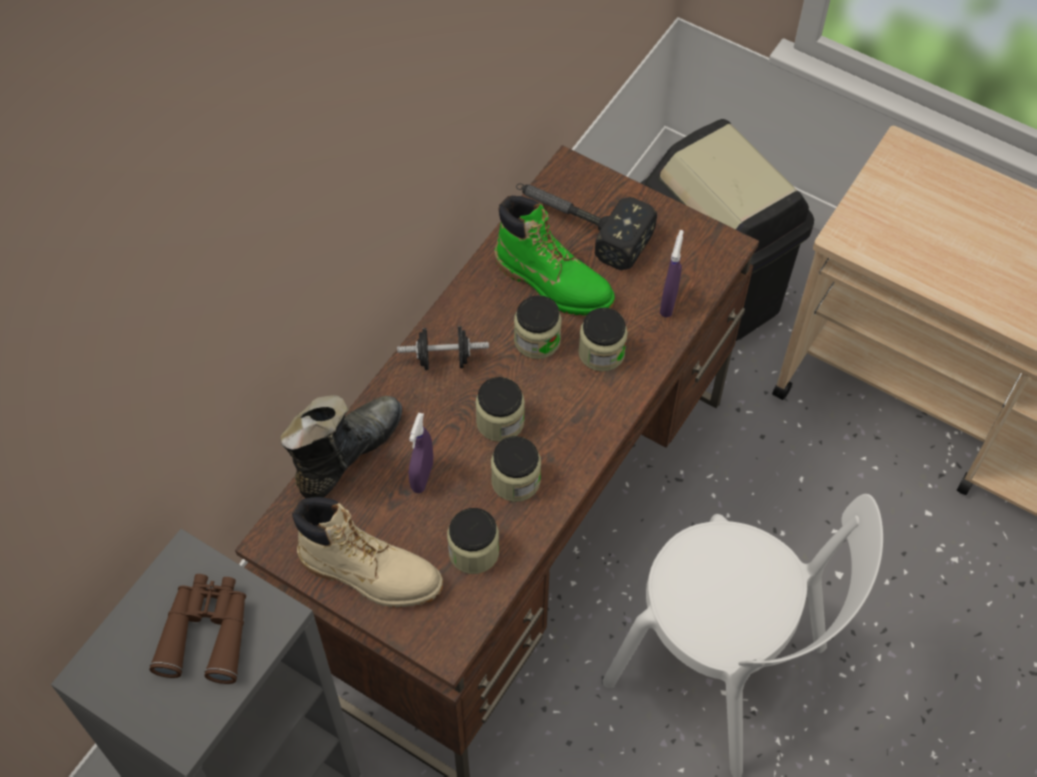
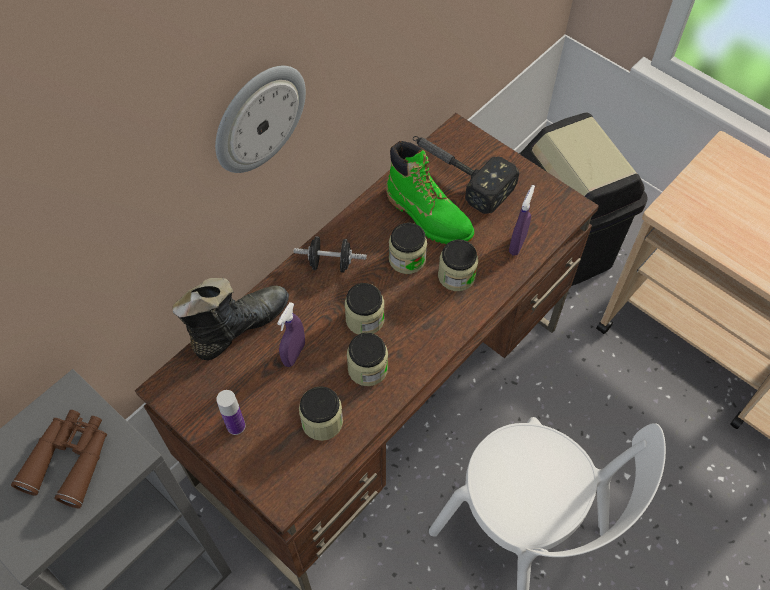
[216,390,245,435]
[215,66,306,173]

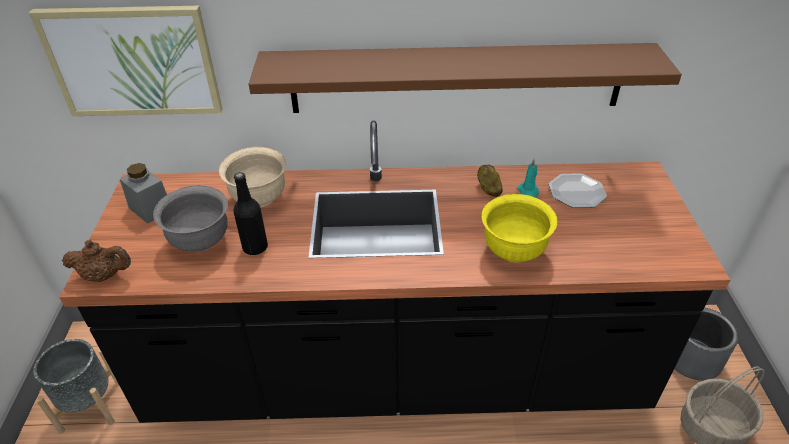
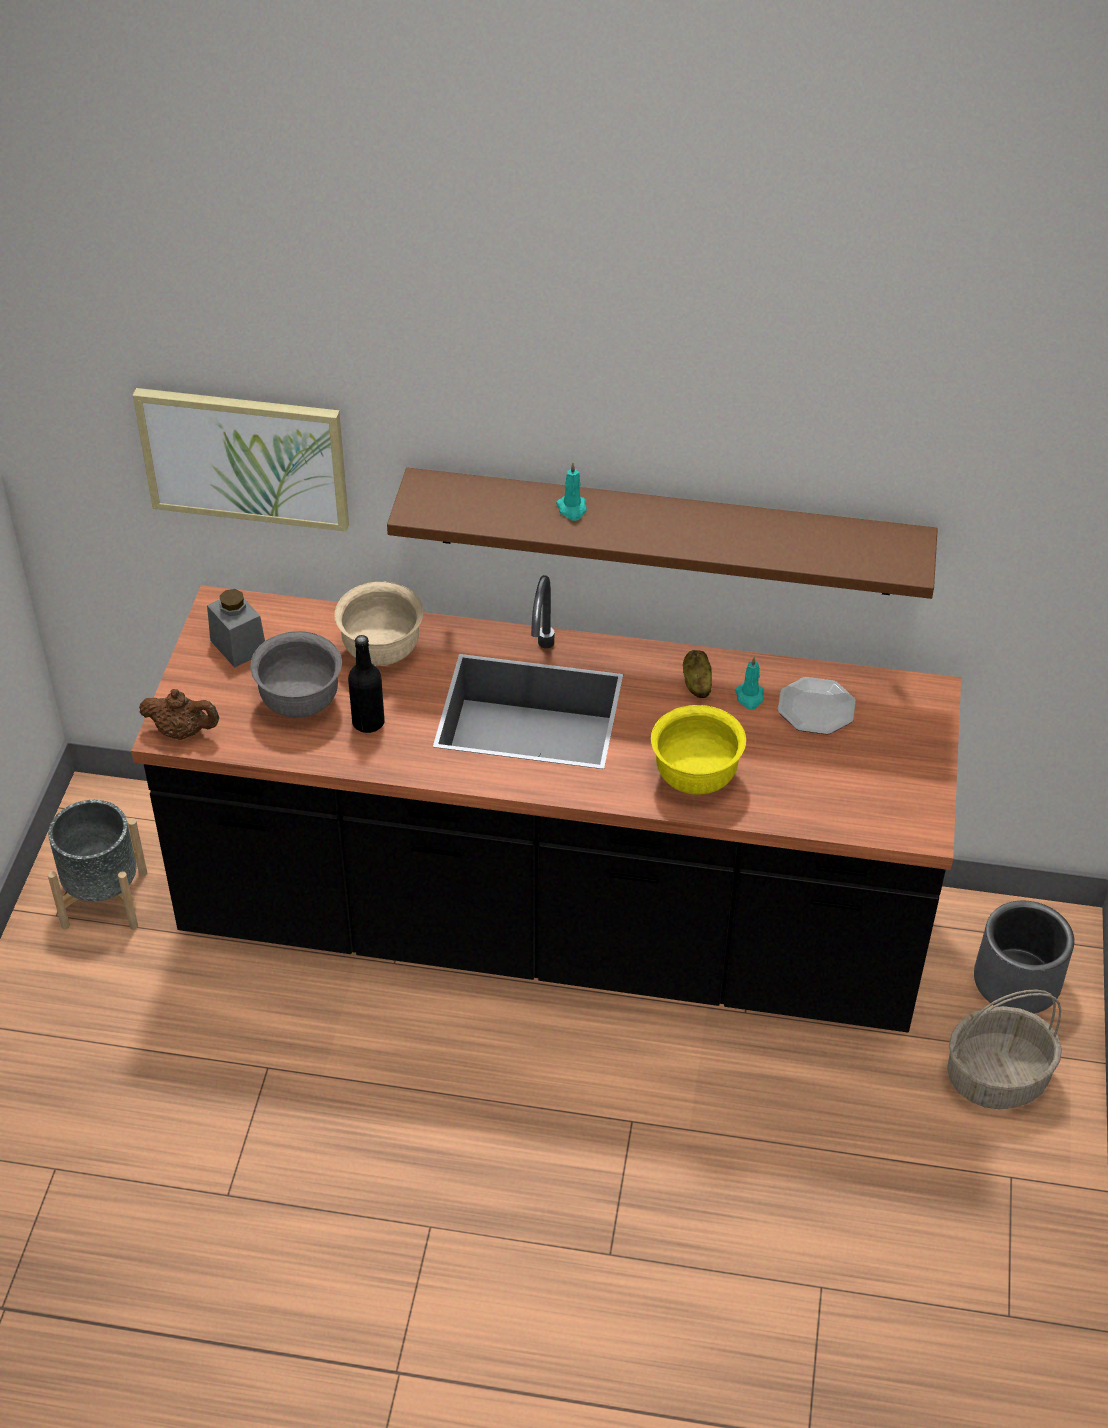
[556,463,587,521]

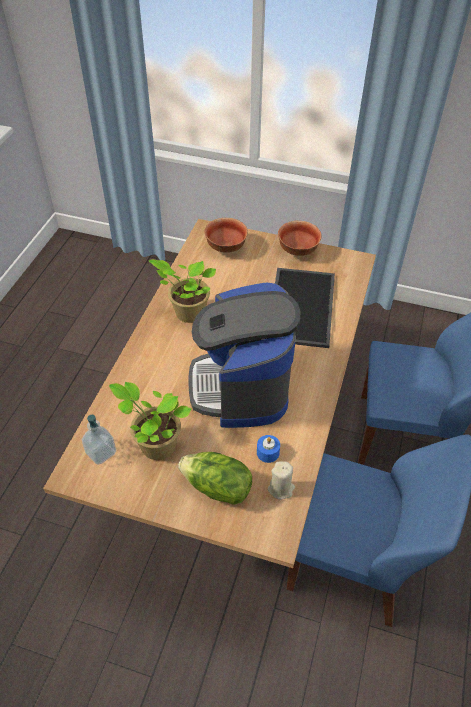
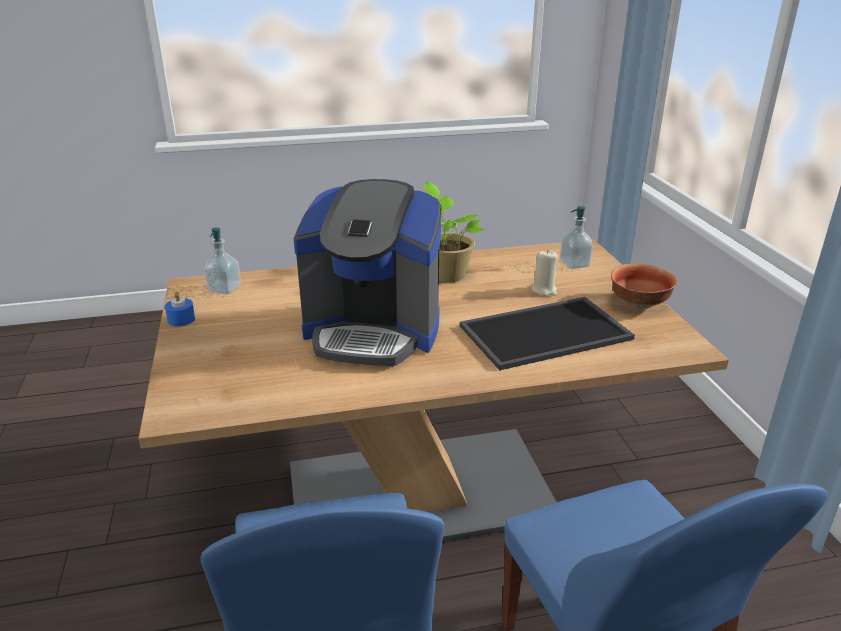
[560,206,593,269]
[294,179,441,366]
[109,382,192,460] (first image)
[165,291,195,326]
[178,452,252,505] (first image)
[532,250,558,296]

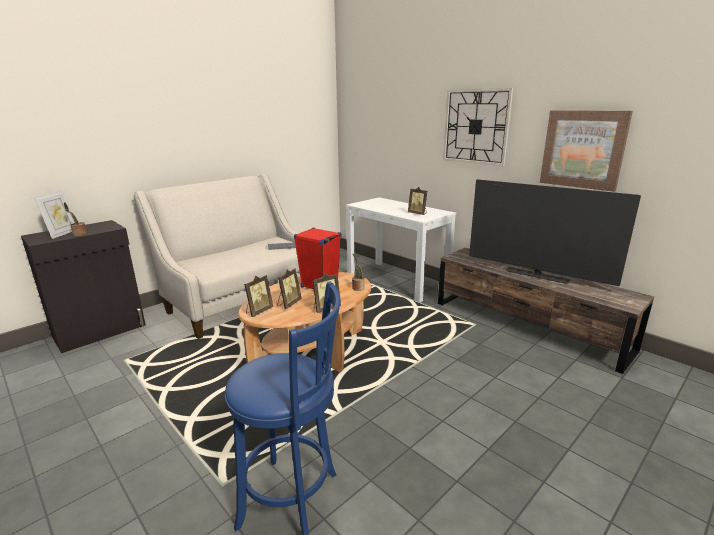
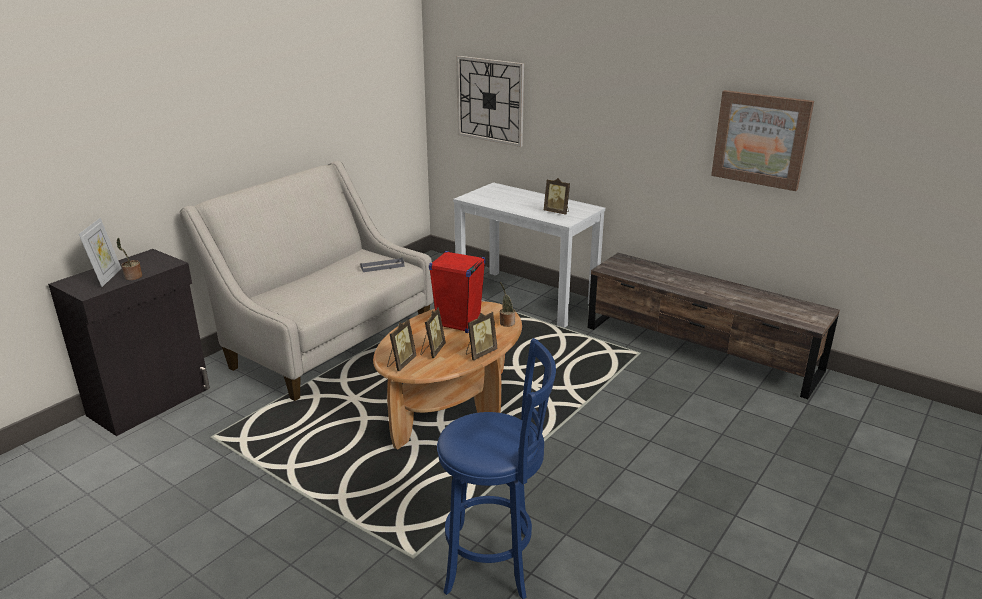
[456,56,524,147]
[469,179,641,286] (first image)

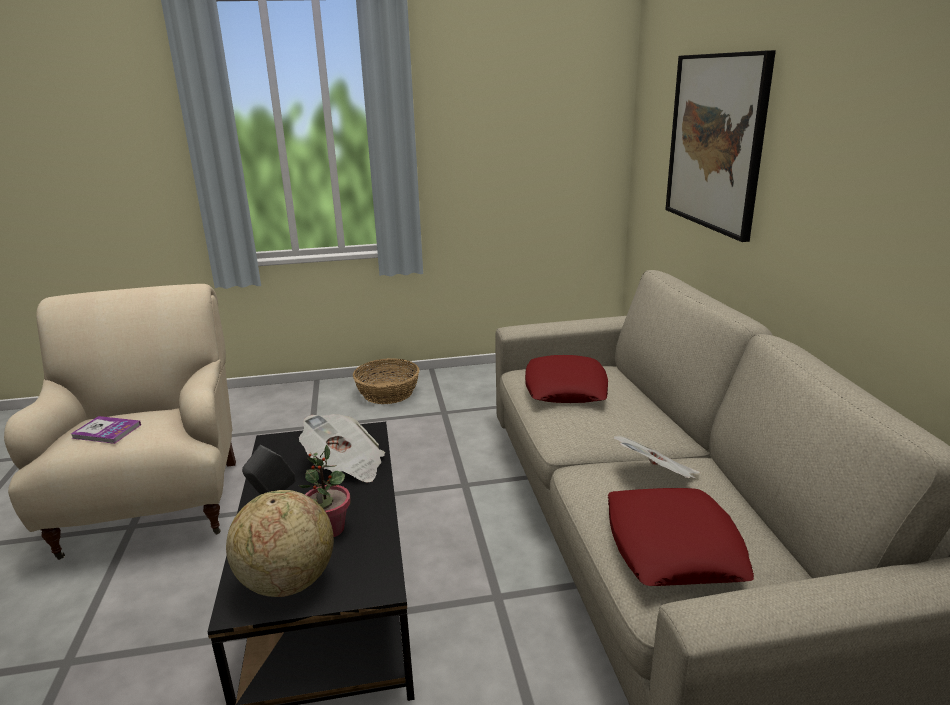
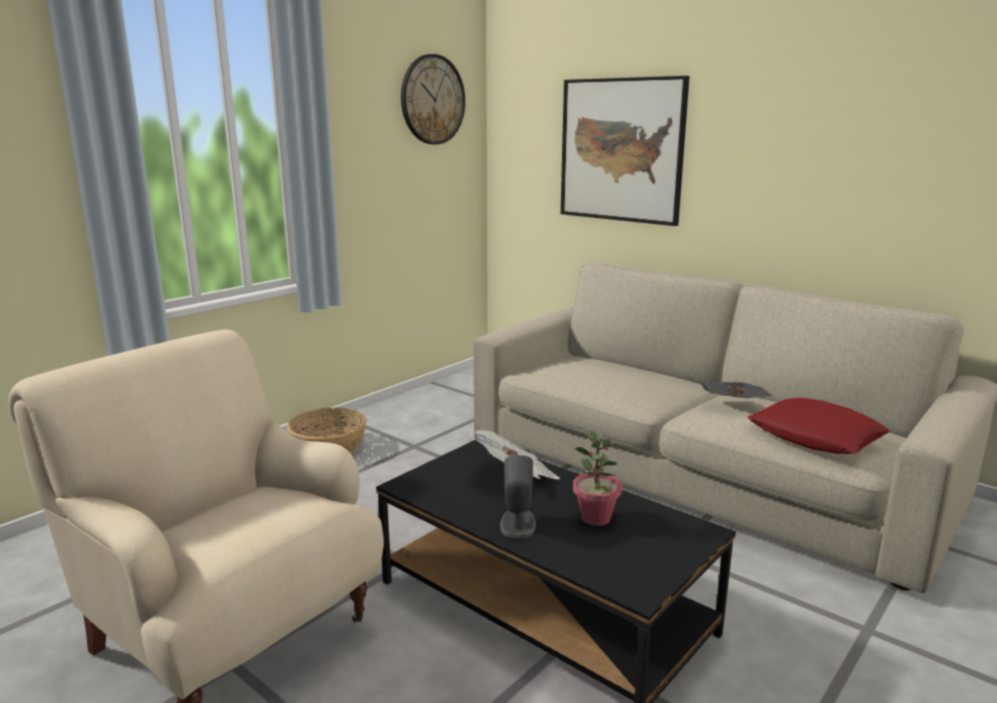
[525,355,608,403] (first image)
[71,416,141,444] (first image)
[226,490,334,597] (first image)
[401,54,465,145]

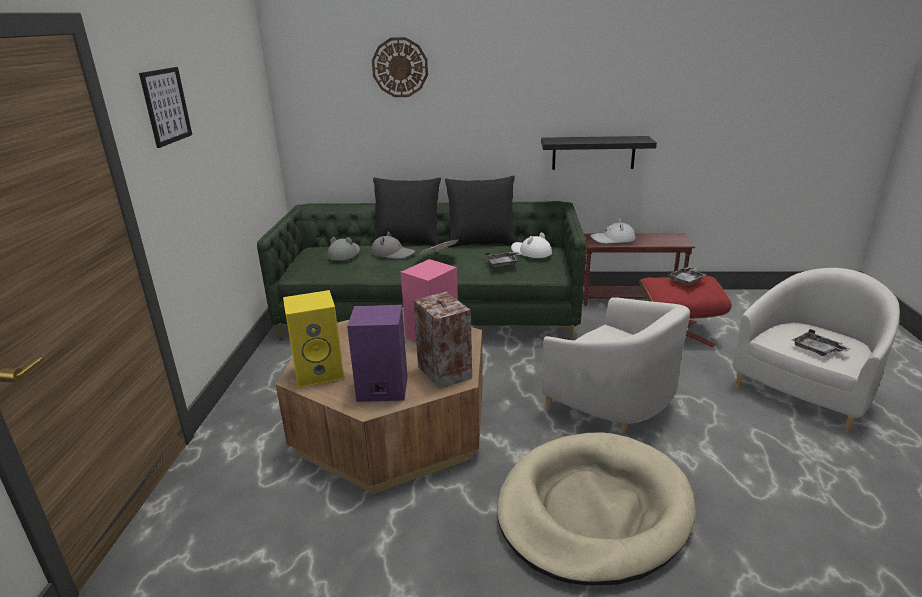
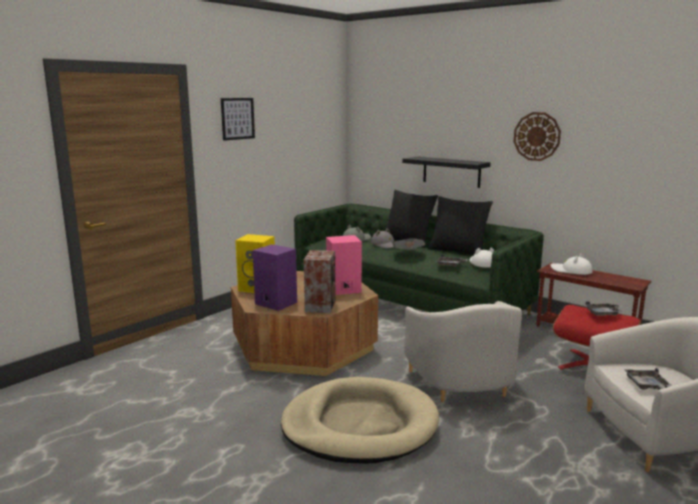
[514,112,561,161]
[402,157,491,188]

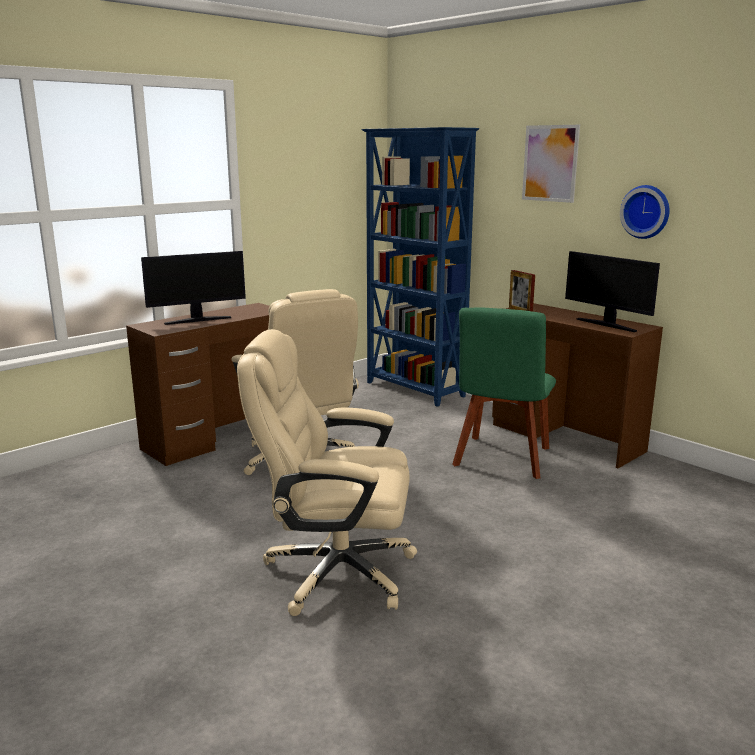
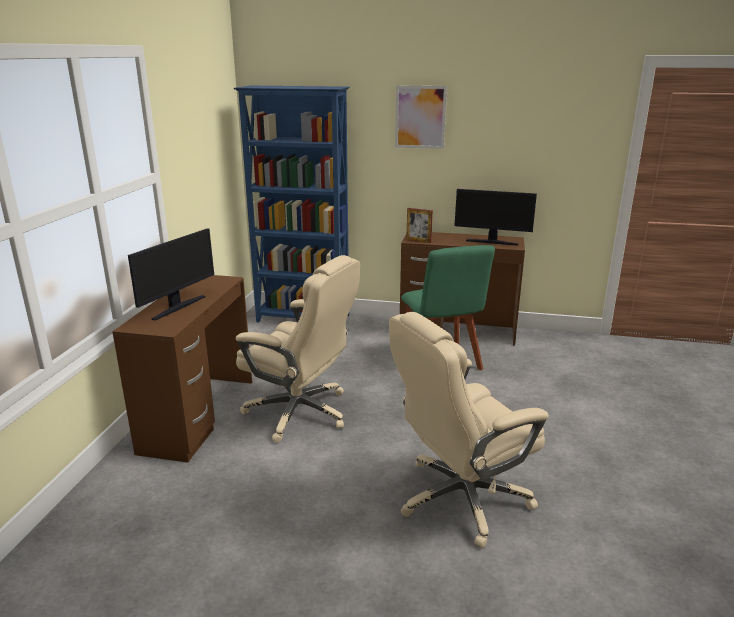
[620,185,670,239] (first image)

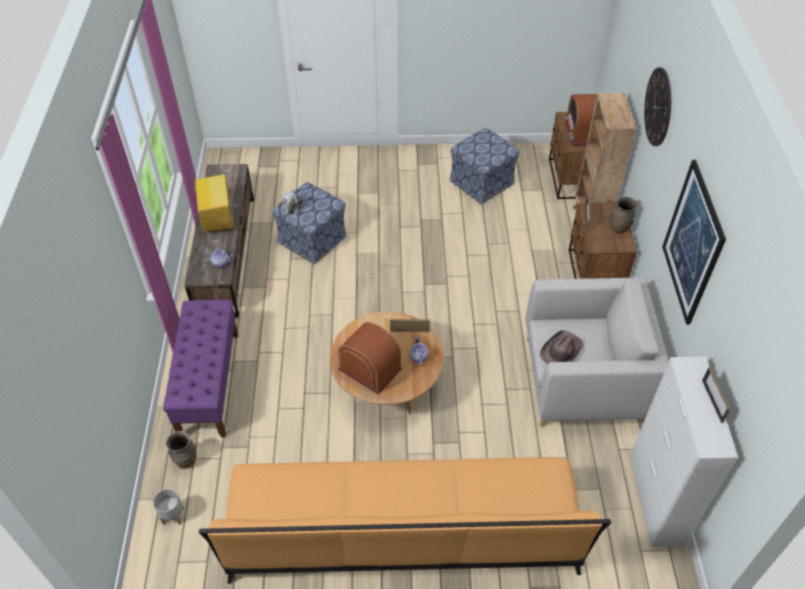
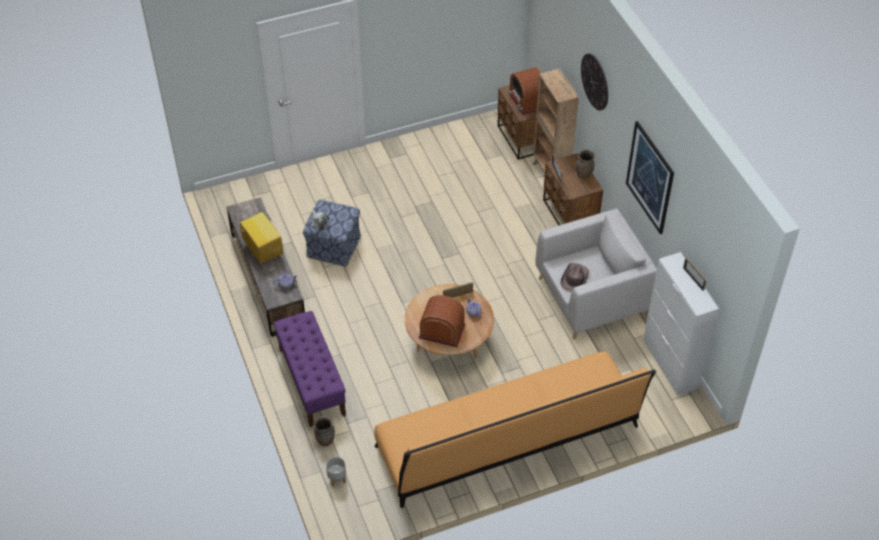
[450,128,520,204] (first image)

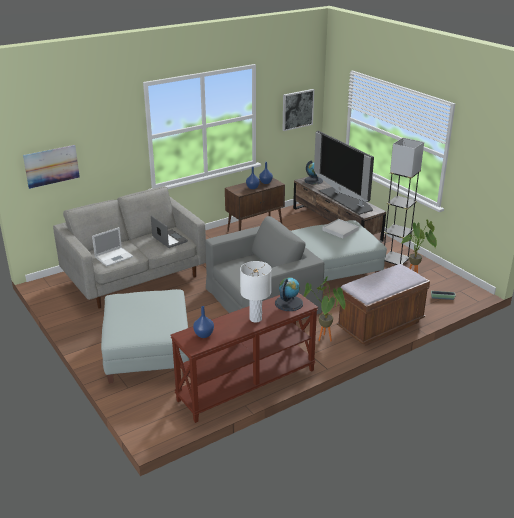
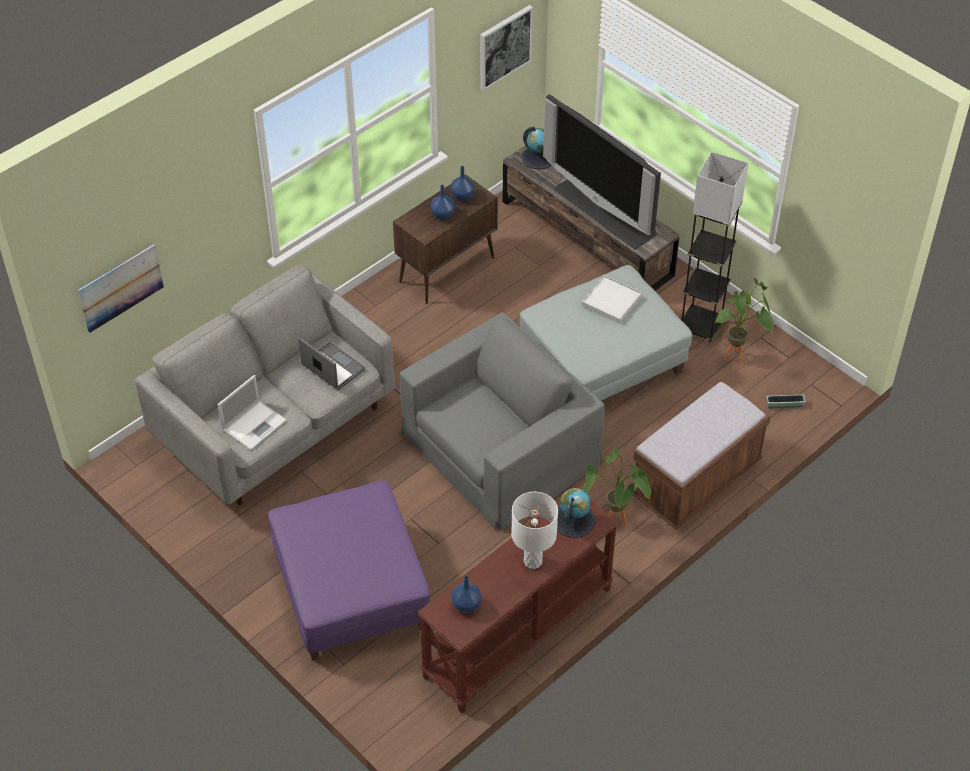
[268,480,430,660]

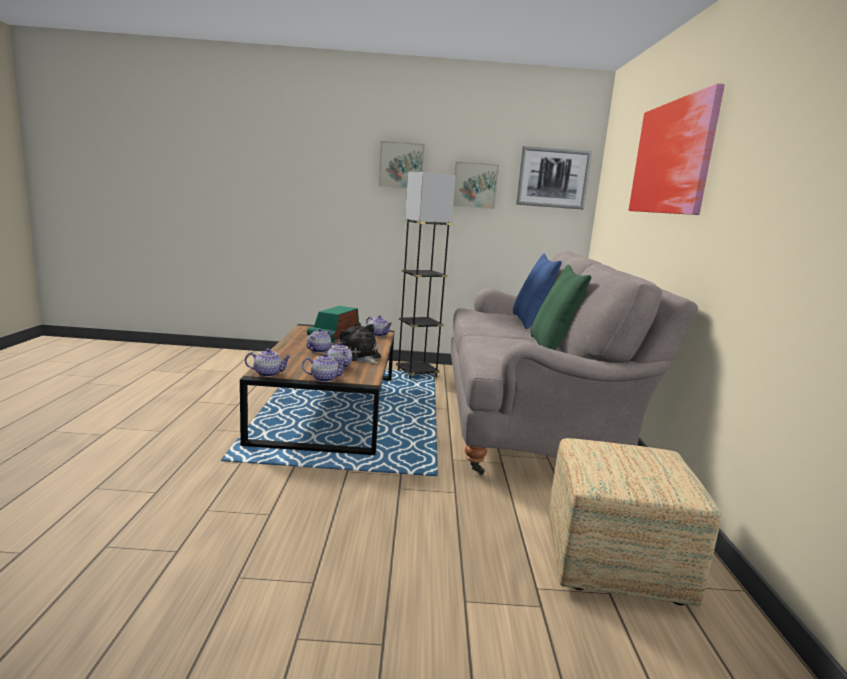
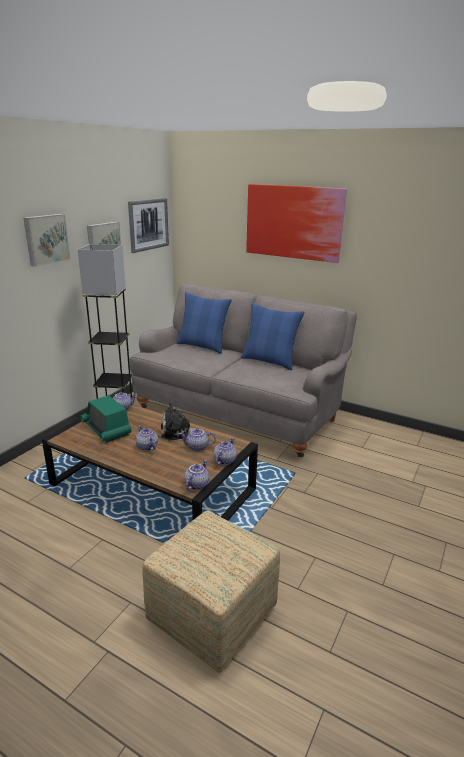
[241,303,304,370]
[142,511,280,673]

